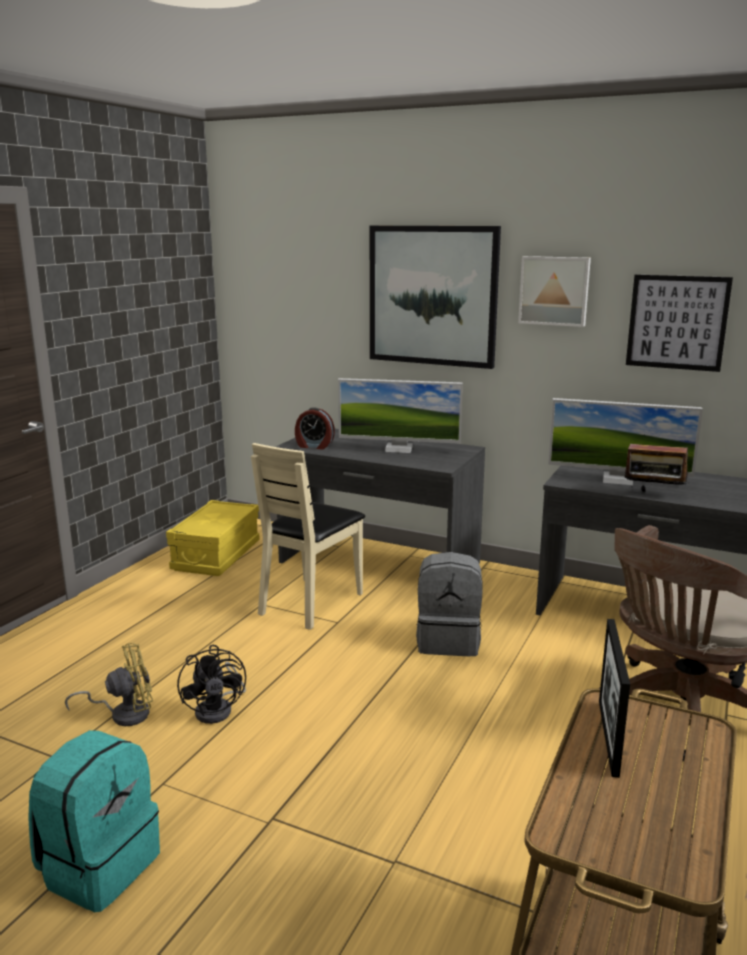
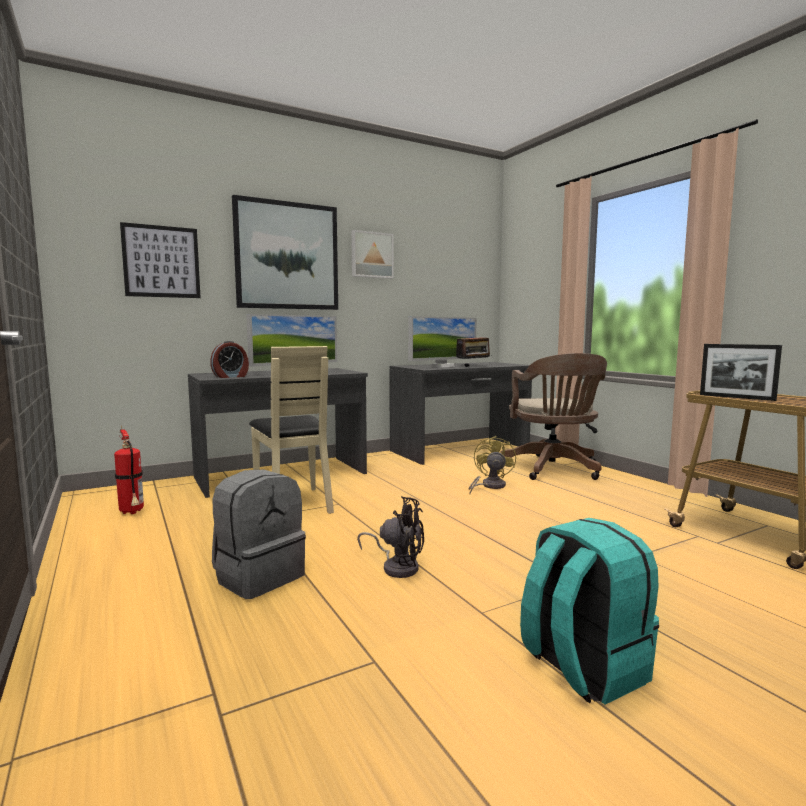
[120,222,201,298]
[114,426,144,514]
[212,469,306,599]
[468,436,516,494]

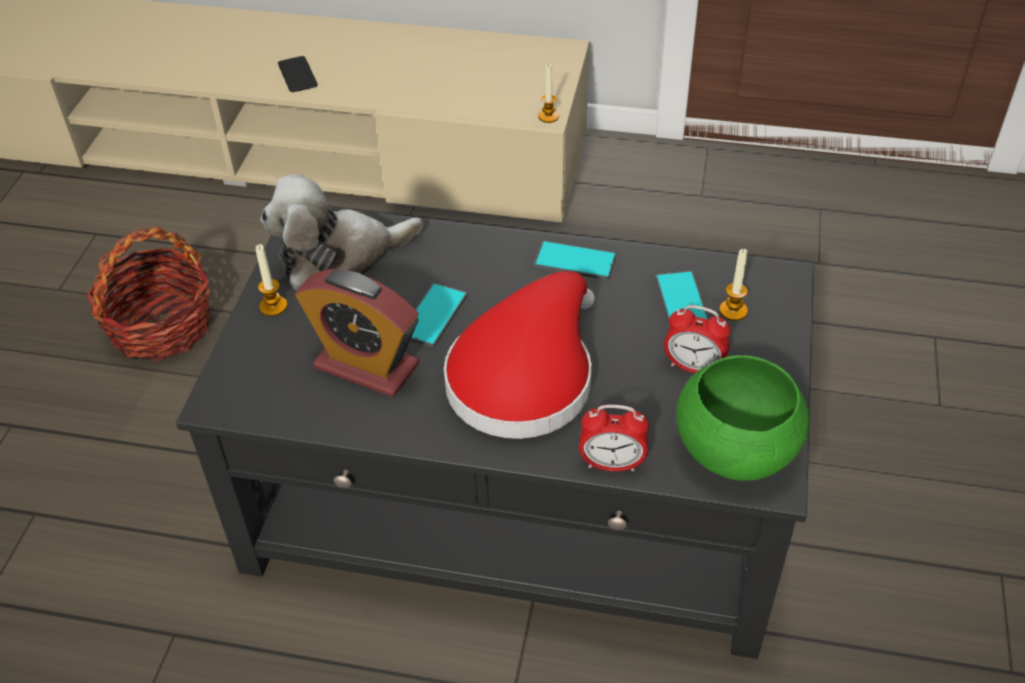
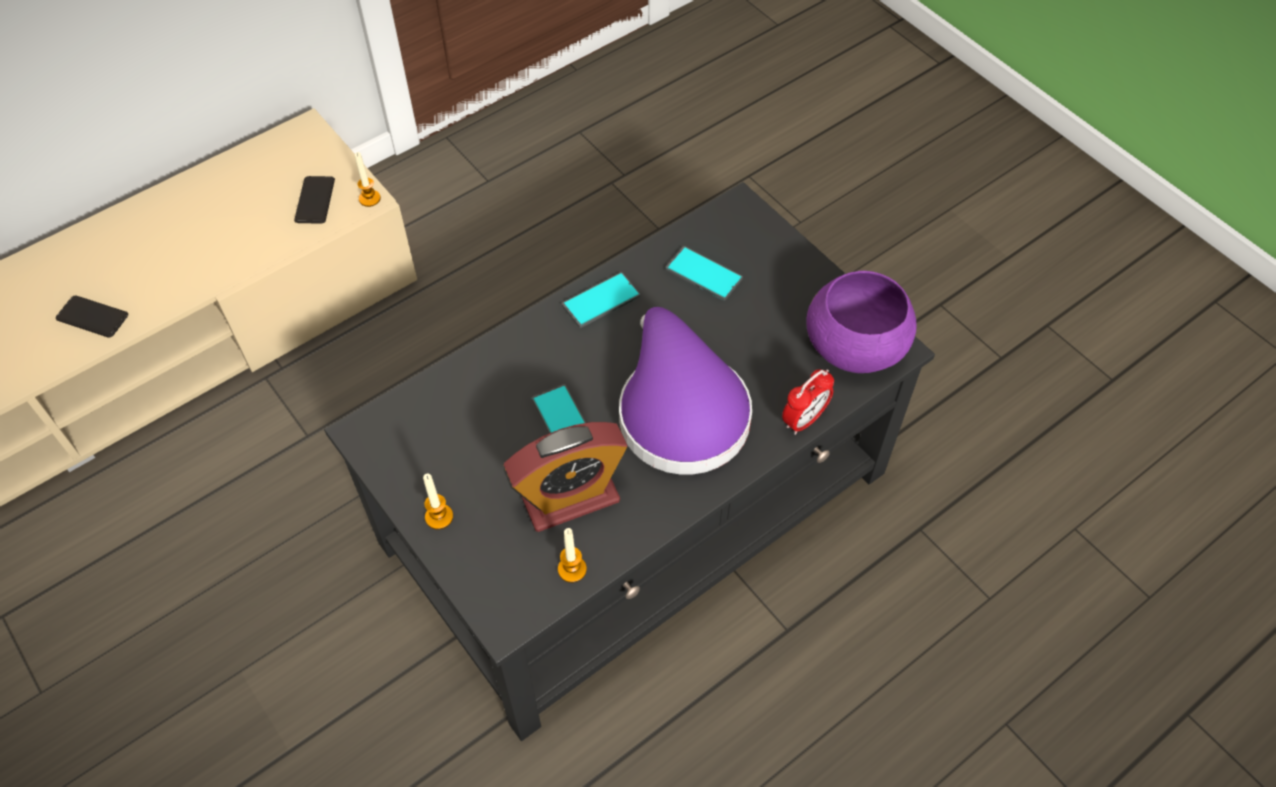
[260,174,423,290] (first image)
[87,227,210,361] (first image)
[558,528,587,583]
[619,307,752,474]
[664,305,730,373] (first image)
[806,271,917,373]
[294,176,335,224]

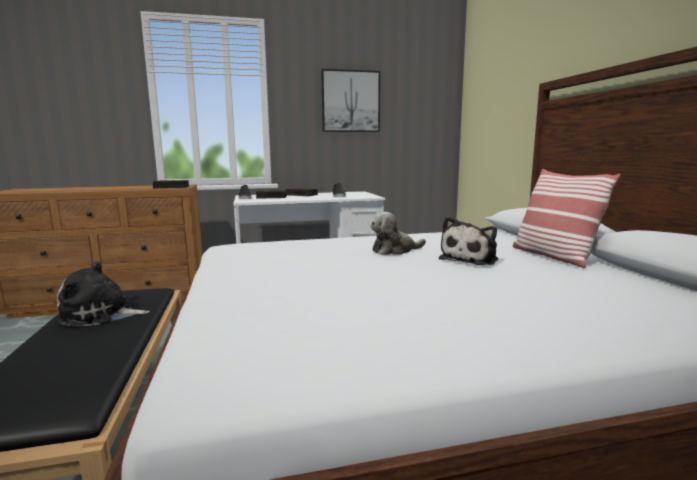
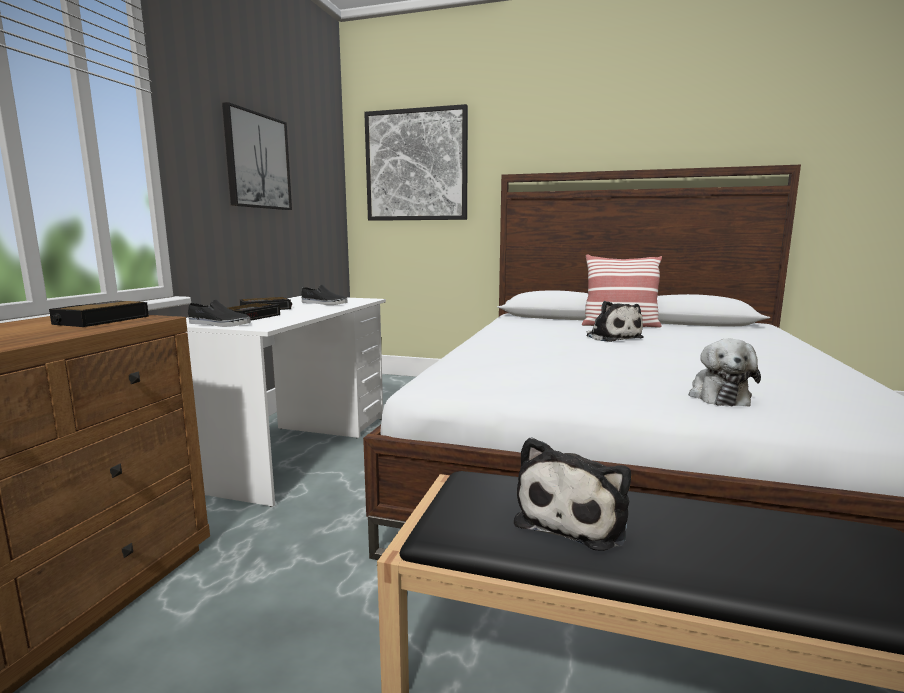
[689,338,761,407]
[364,104,468,221]

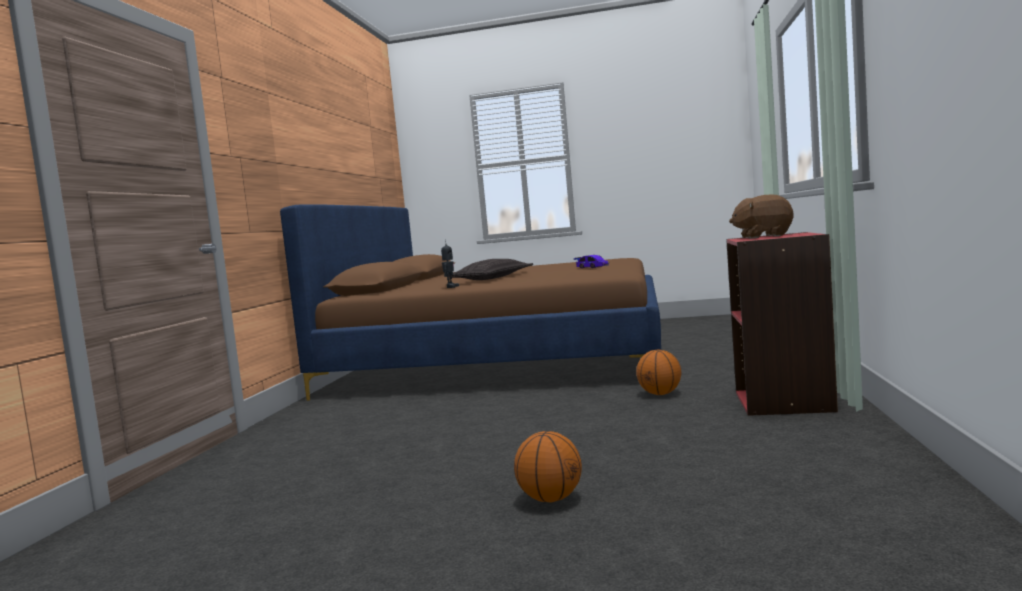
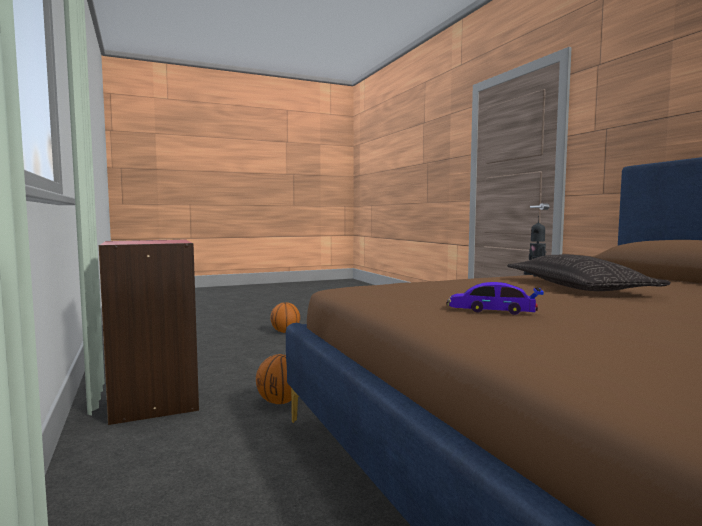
[729,195,794,239] (first image)

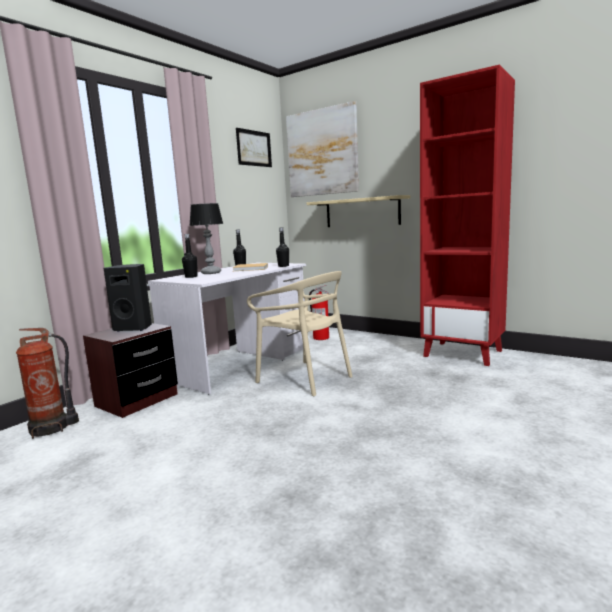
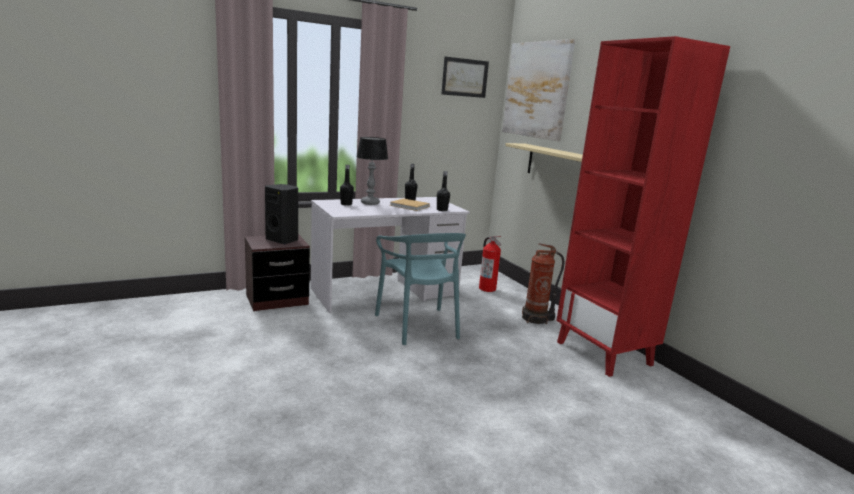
[375,233,466,345]
[522,244,564,324]

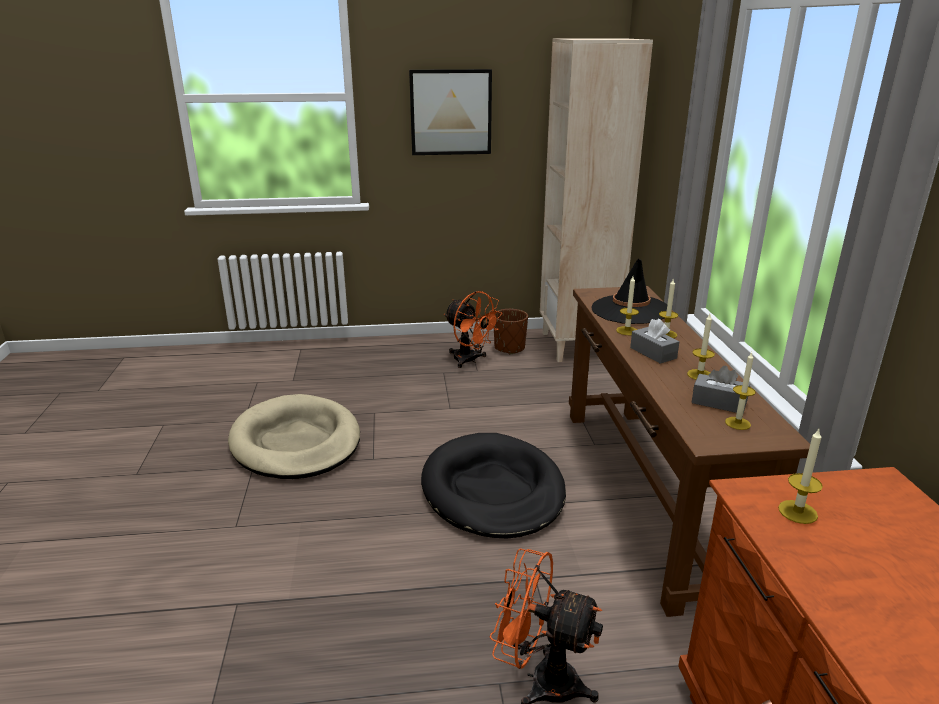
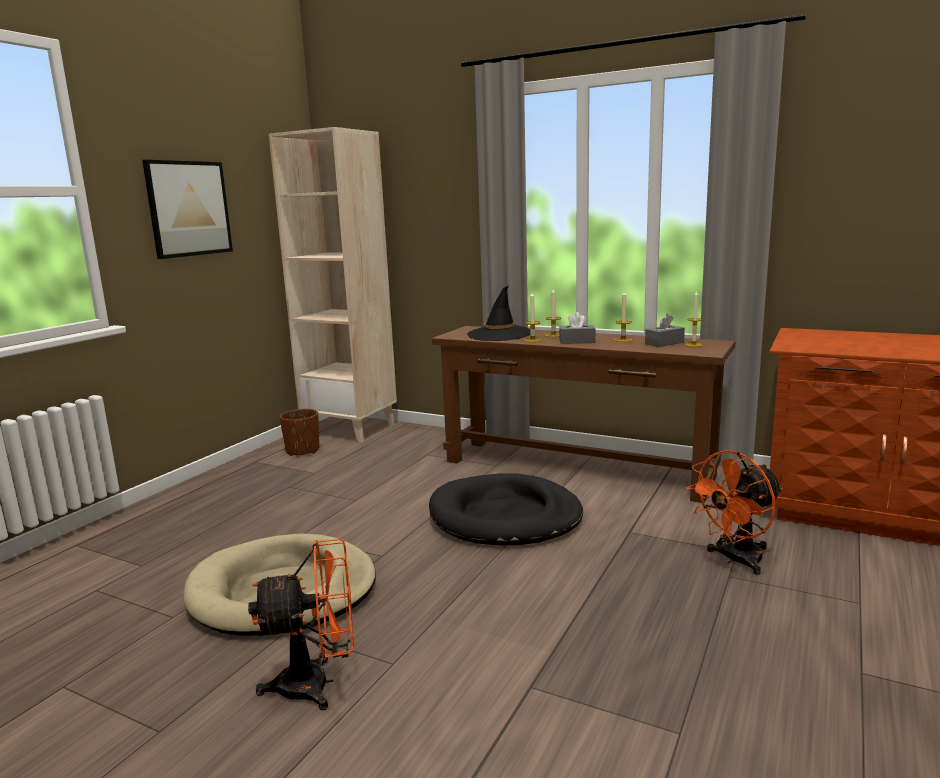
[248,539,354,710]
[778,429,823,524] (first image)

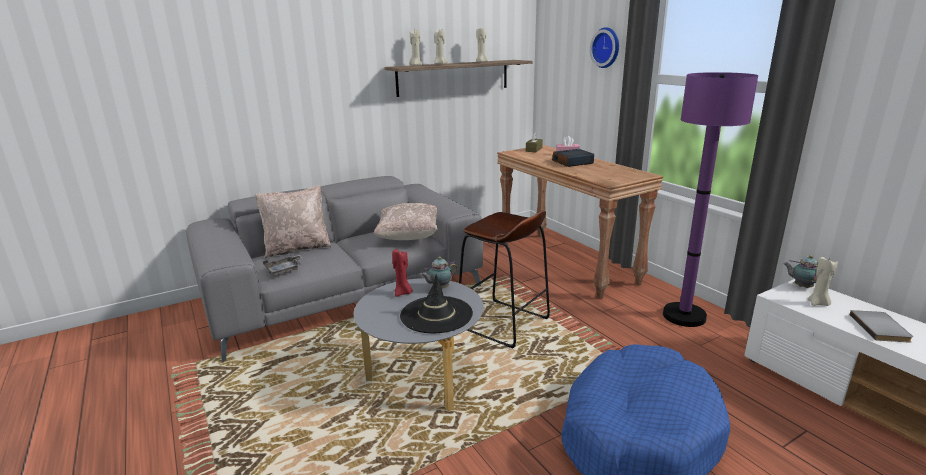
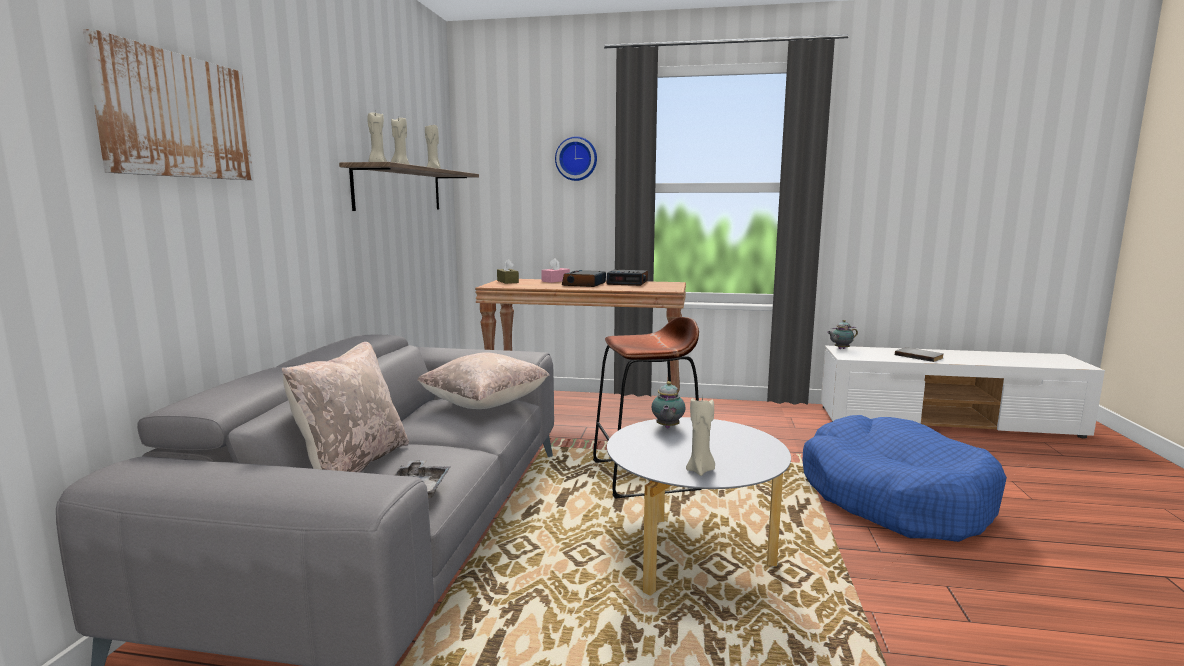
[663,72,758,327] (first image)
[392,249,412,297] (first image)
[686,396,715,476]
[400,274,473,333] (first image)
[83,29,253,180]
[606,269,648,286]

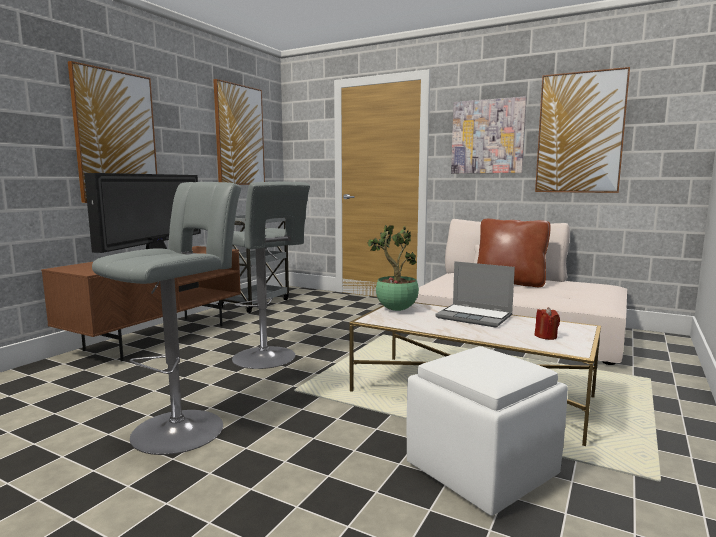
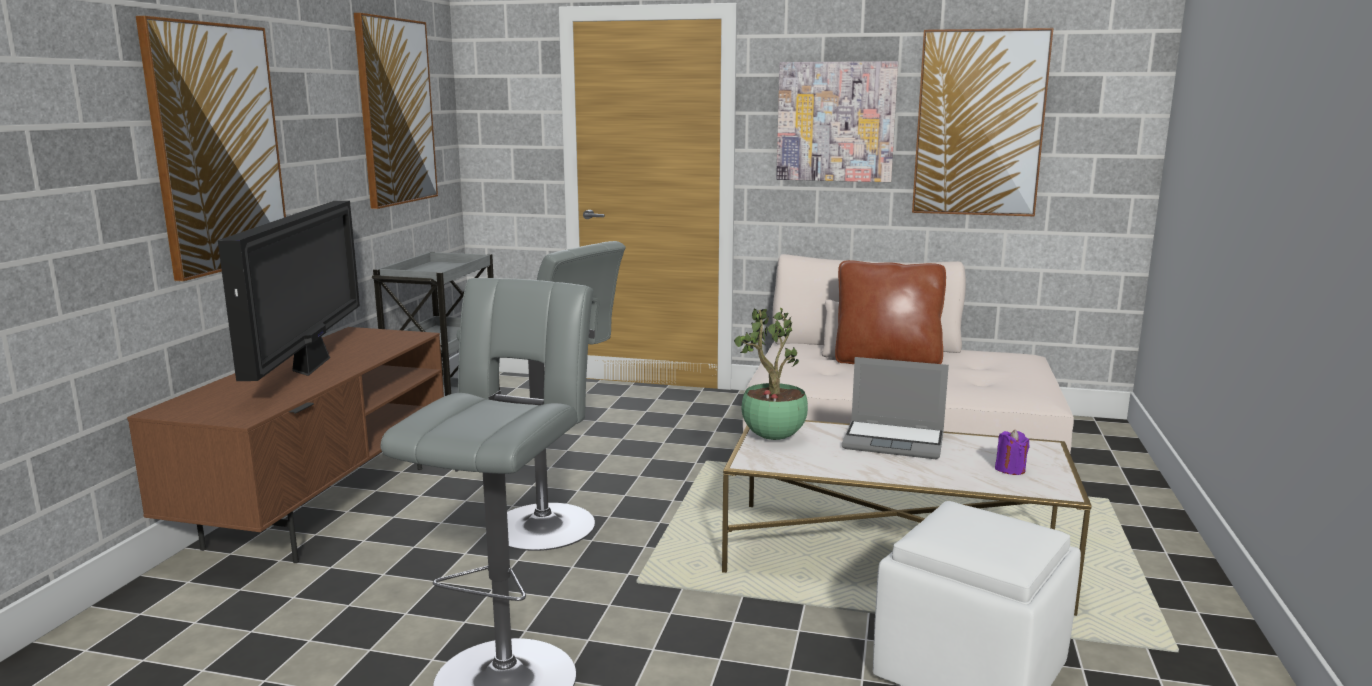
[995,430,1030,475]

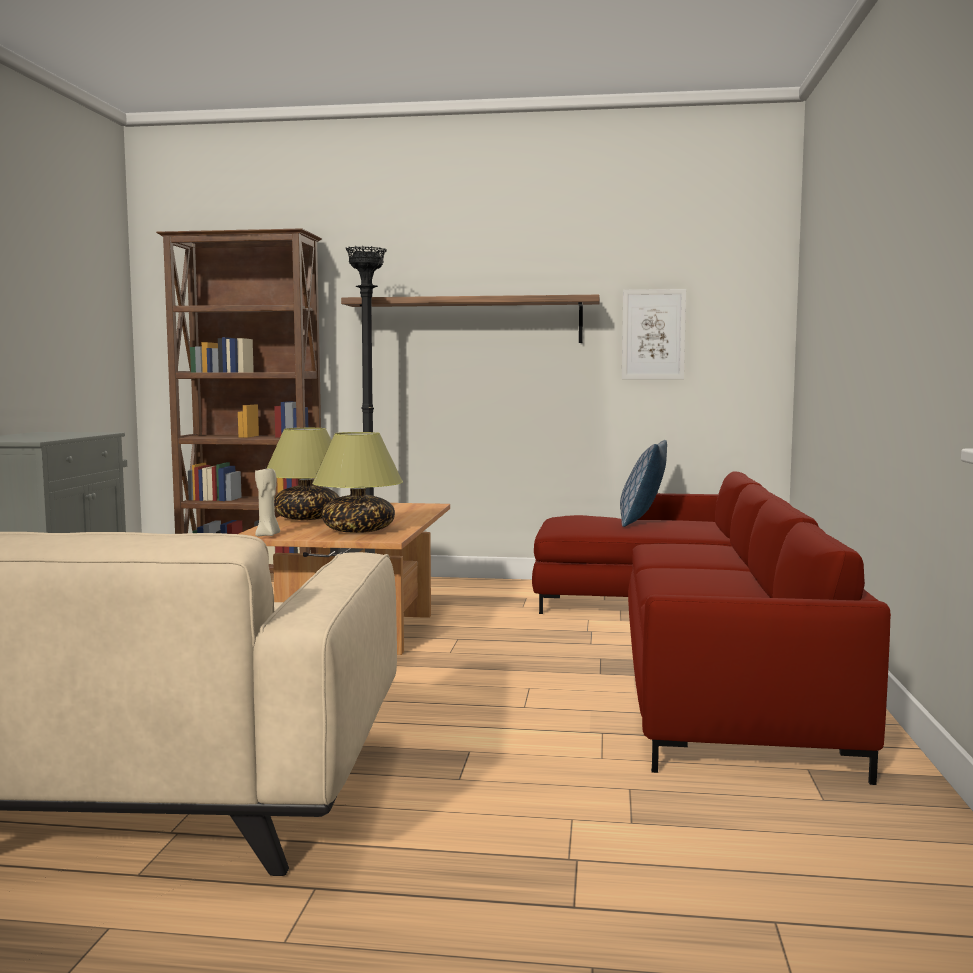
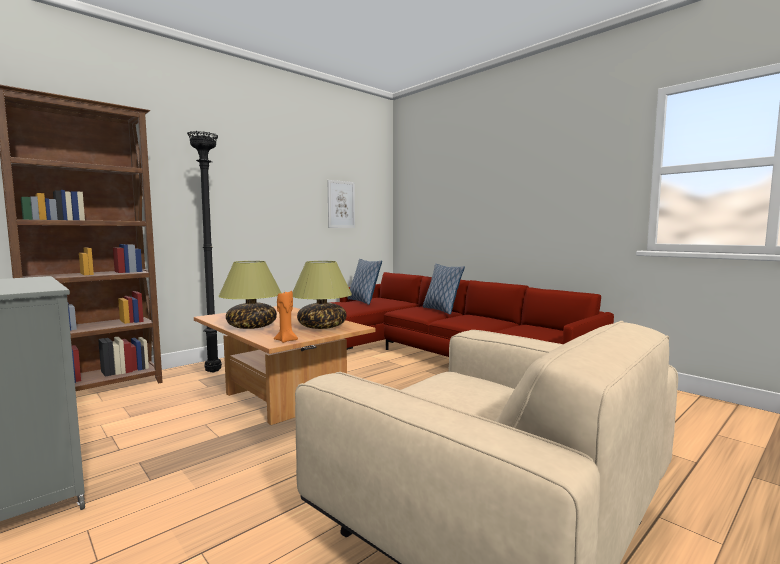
[341,295,600,343] (first image)
[274,289,298,343]
[423,264,465,314]

